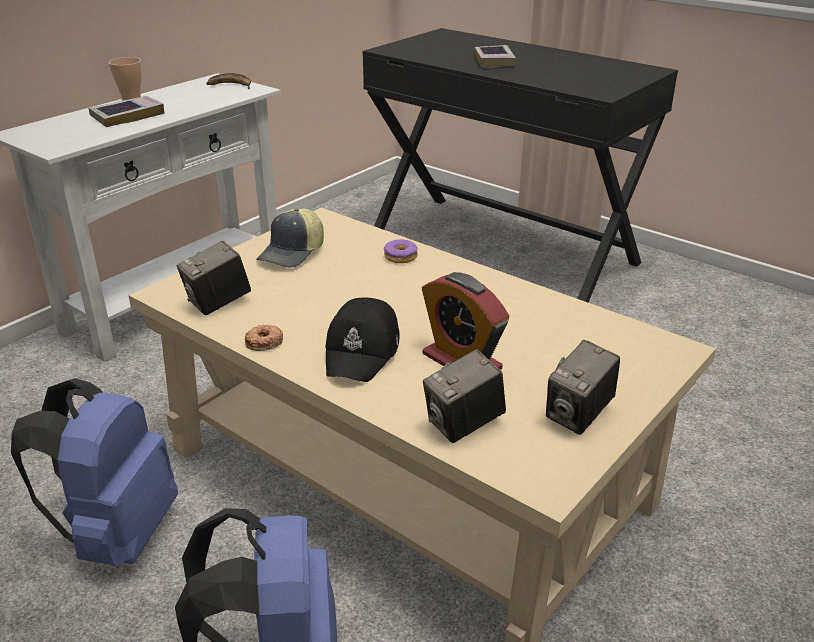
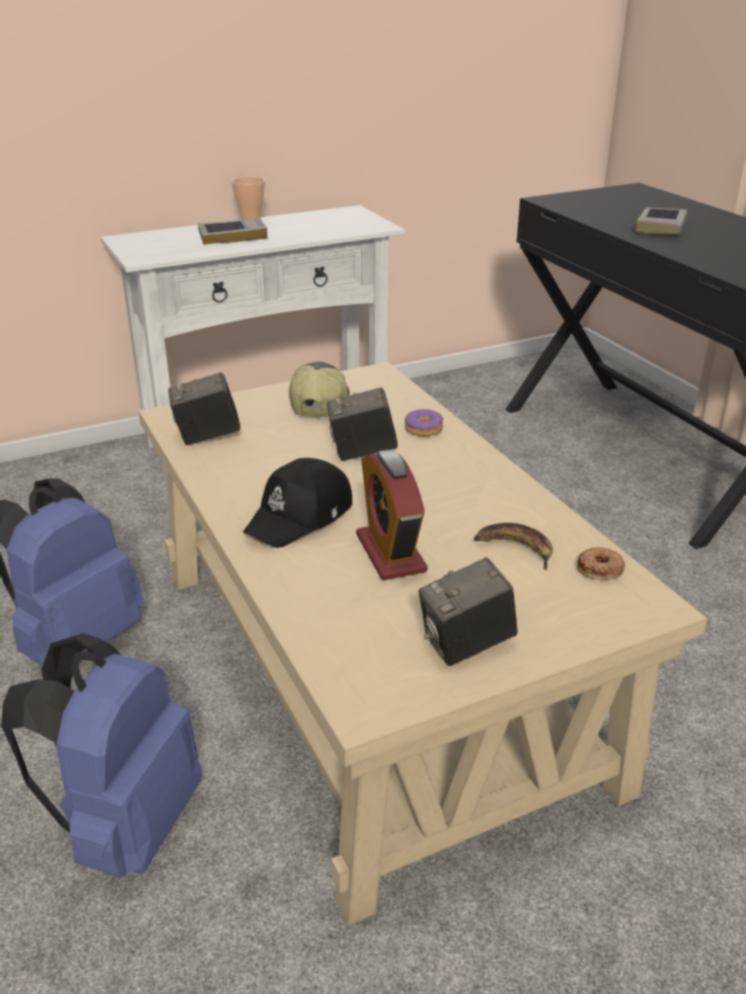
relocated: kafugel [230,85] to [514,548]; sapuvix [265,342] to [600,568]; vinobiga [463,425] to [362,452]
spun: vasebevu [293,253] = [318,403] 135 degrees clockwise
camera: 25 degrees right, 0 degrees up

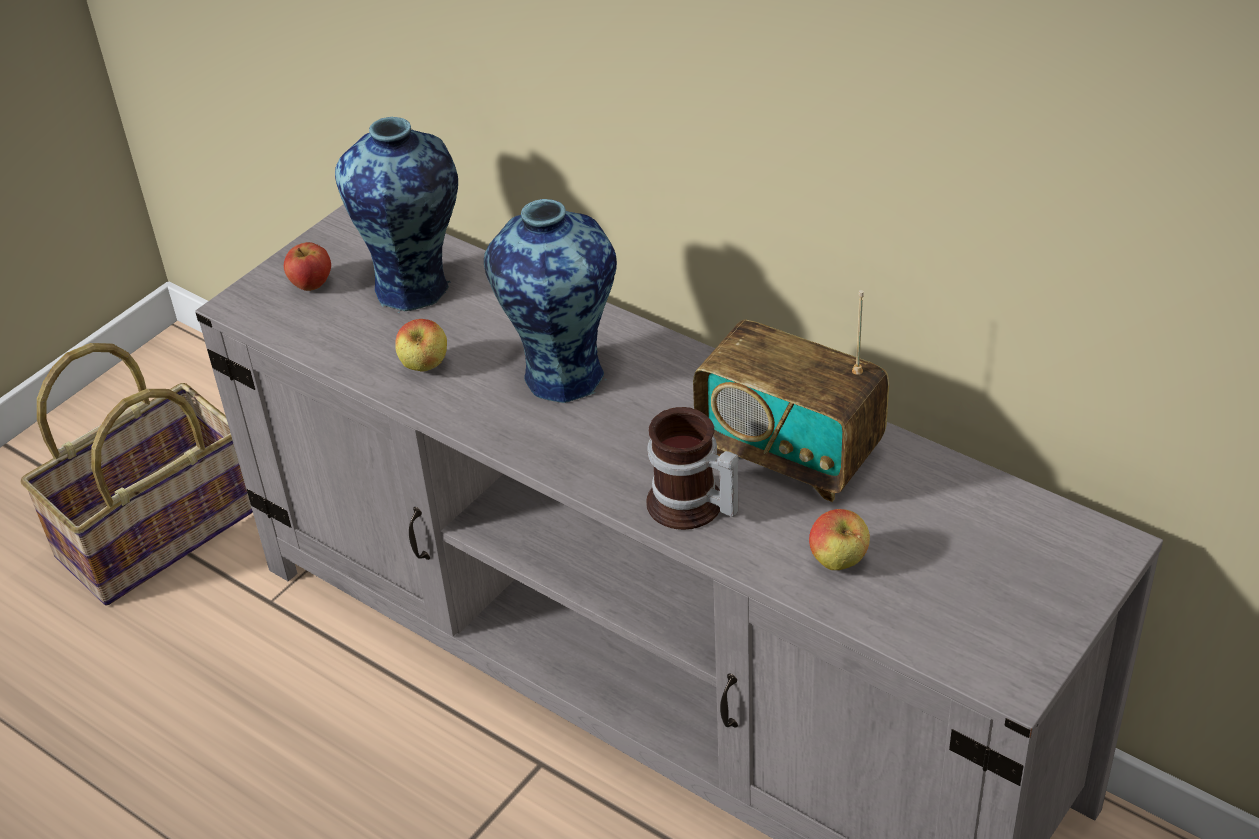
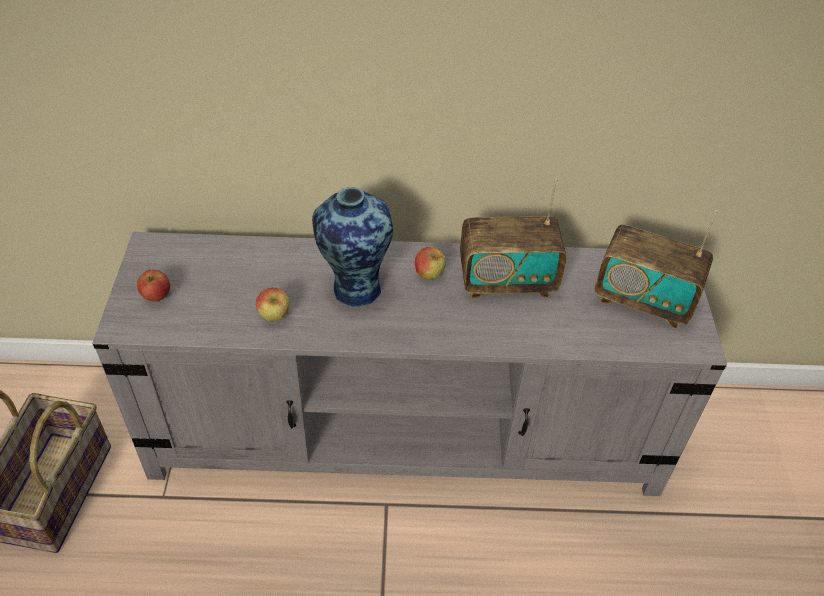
missing: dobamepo [416,287]; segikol [690,508]
appeared: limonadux [643,300]
relocated: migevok [838,562] to [429,275]
camera: 40 degrees left, 5 degrees up

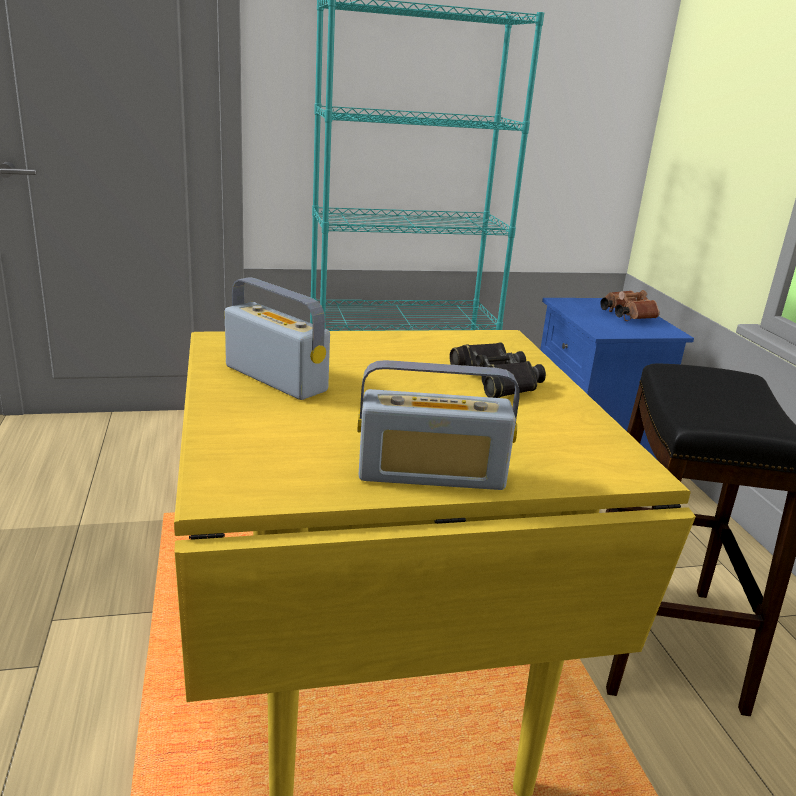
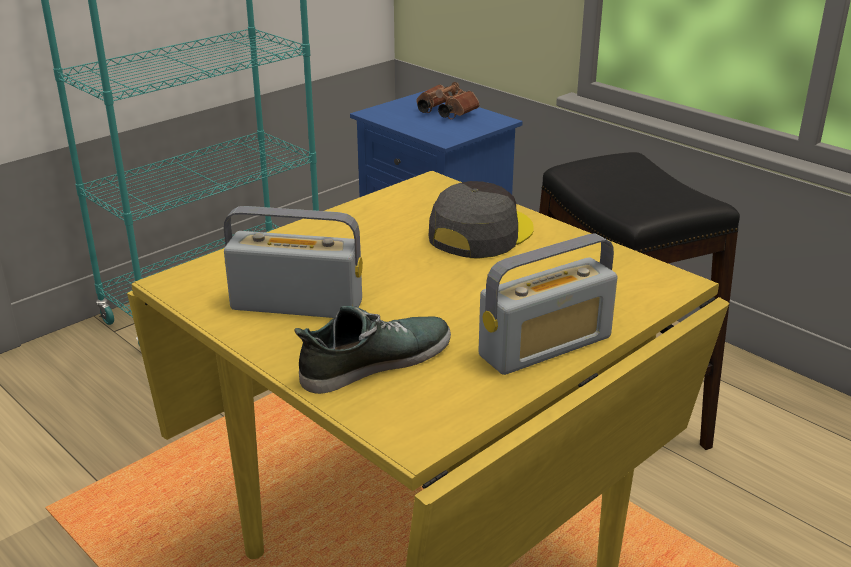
appeared: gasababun [374,361]
exchanged: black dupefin [496,380] to grey vasebevu [480,233]
camera: 30 degrees left, 5 degrees up

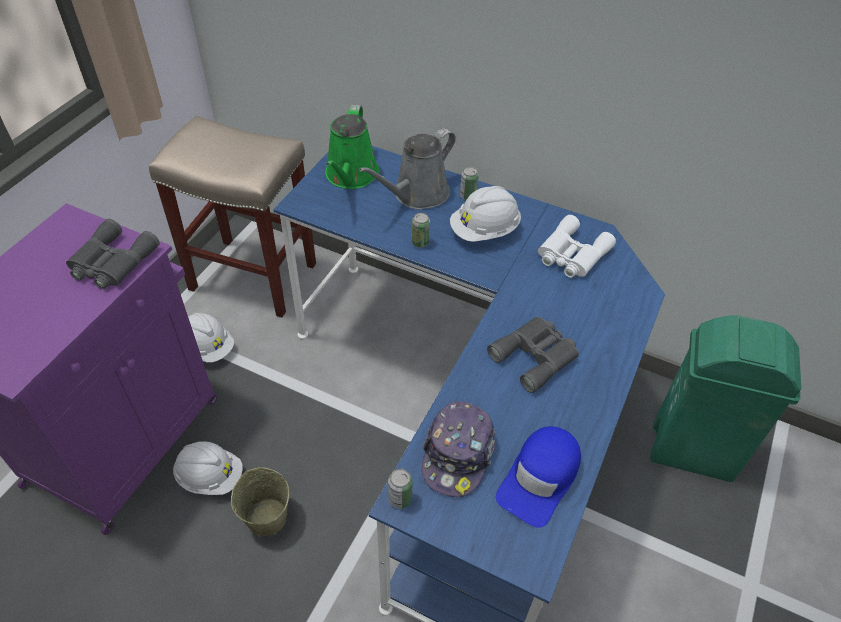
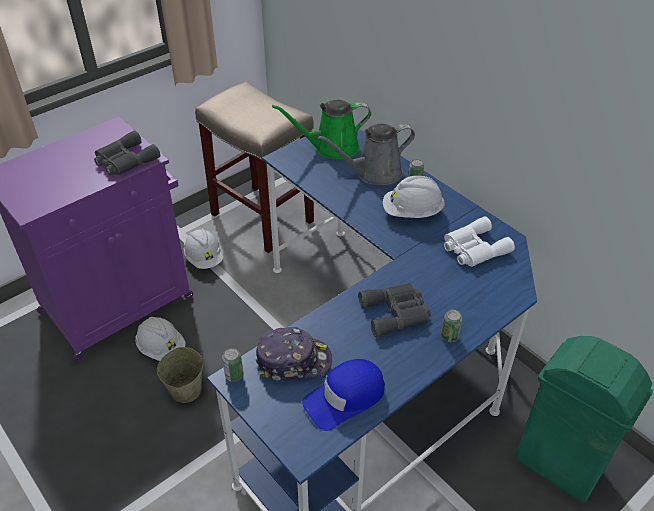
relocated: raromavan [420,242] to [449,336]
spun: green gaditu [351,176] = [331,148] 45 degrees clockwise; vasebevu [457,454] = [293,361] 135 degrees counterclockwise
camera: 25 degrees right, 5 degrees down

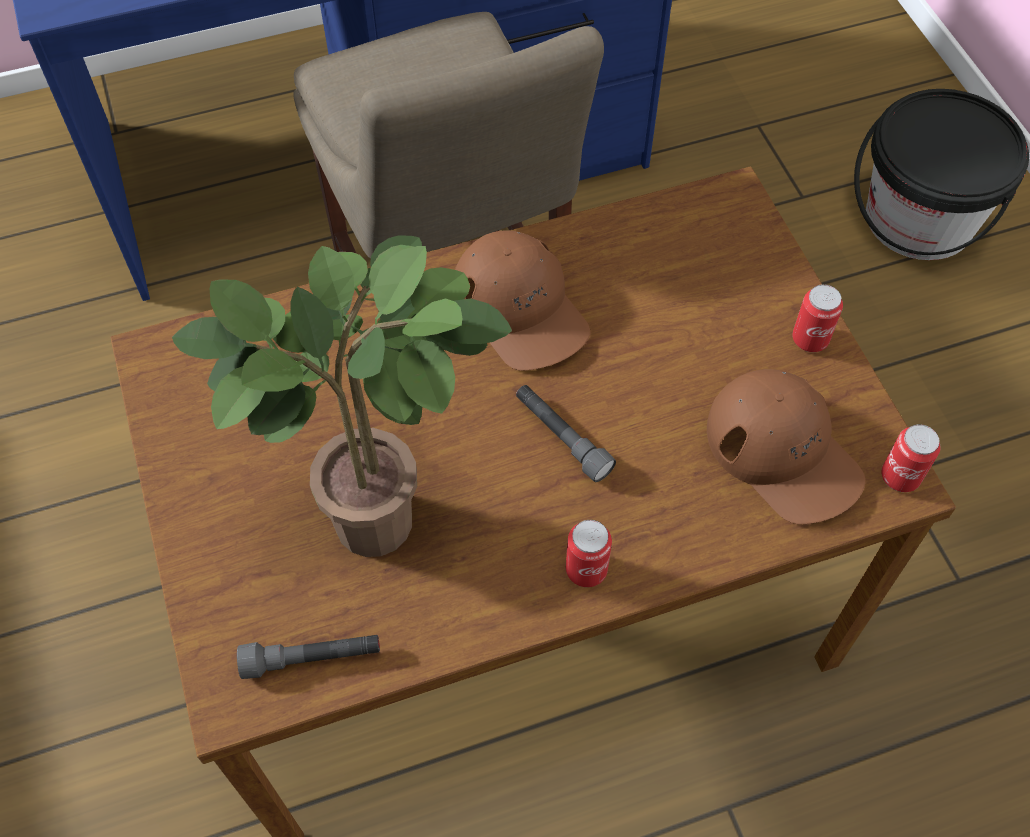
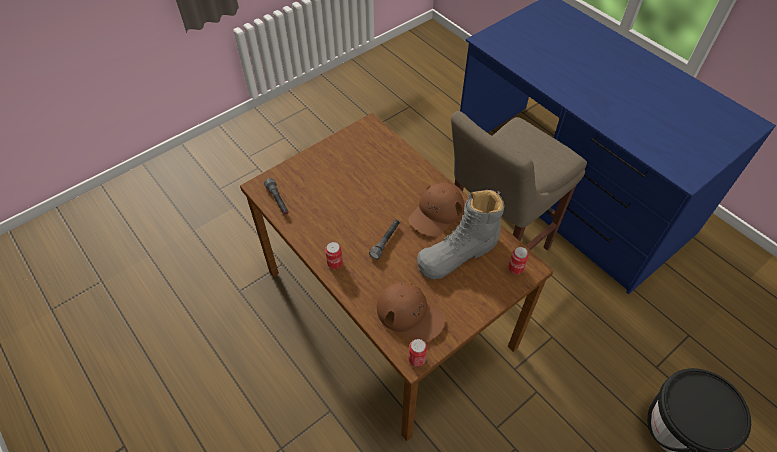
missing: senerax [386,513]
appeared: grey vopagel [458,253]
relocated: raromavan [810,339] to [515,268]
spun: brown vasebevu [783,452] = [410,314] 90 degrees counterclockwise
camera: 70 degrees right, 5 degrees down

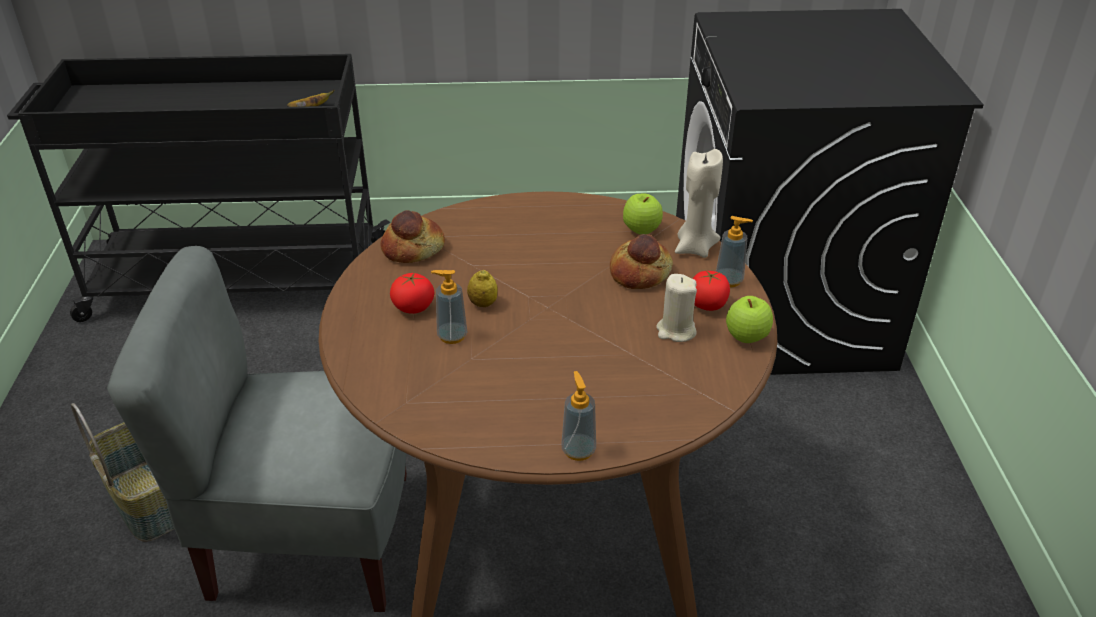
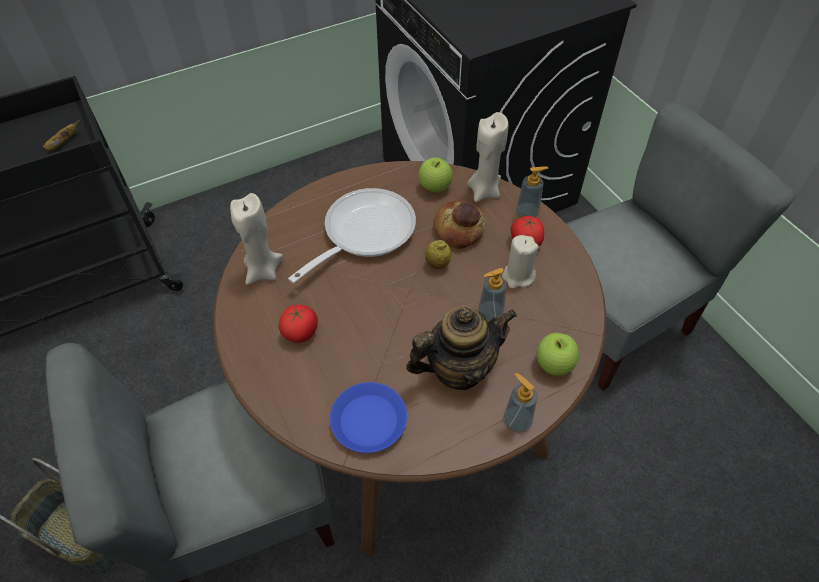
appeared: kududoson [363,233]; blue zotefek [369,420]; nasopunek [458,368]; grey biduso [610,319]
relocated: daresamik [452,336] to [490,314]; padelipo [483,304] to [437,264]; migevok [746,337] to [554,365]
exchanged: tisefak [413,249] to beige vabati [263,271]
camera: 25 degrees left, 15 degrees up

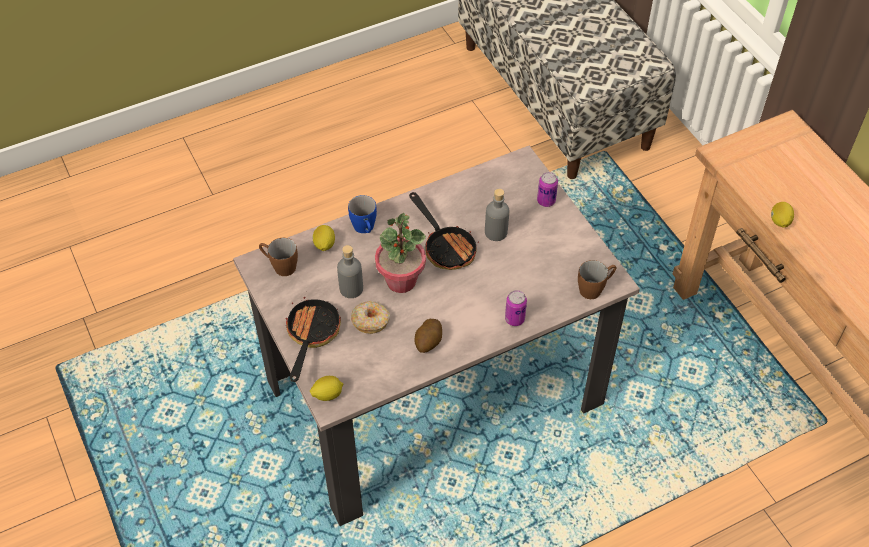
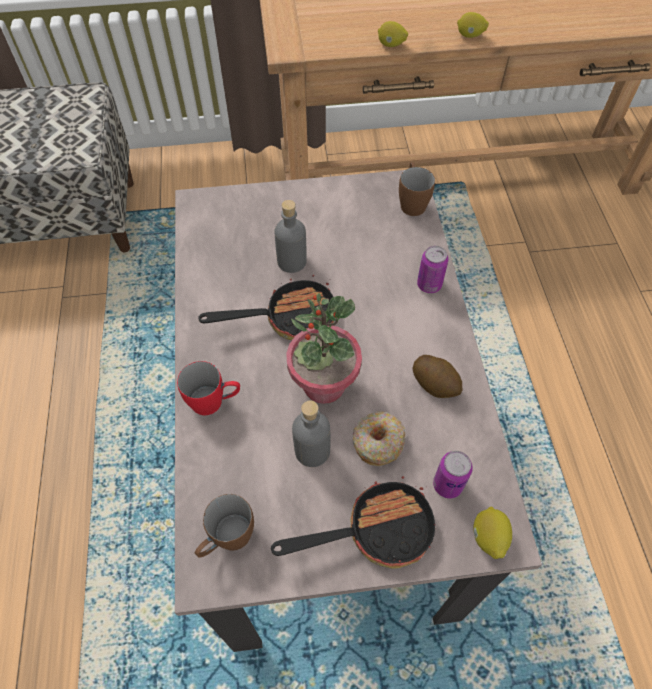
relocated: padelipo [324,245] to [470,36]; raromavan [546,201] to [447,485]
colour: blue segikol [365,229] to red segikol [214,401]
spun: kududoson [311,335] = [376,530] 135 degrees clockwise
camera: 70 degrees left, 5 degrees up

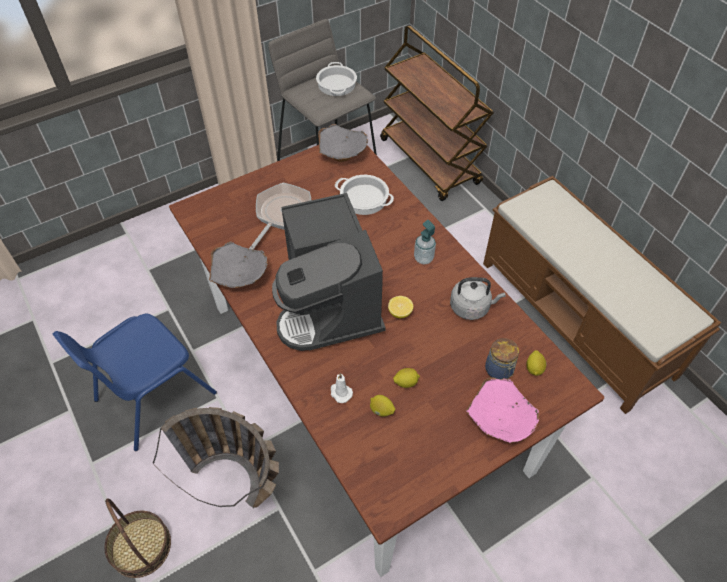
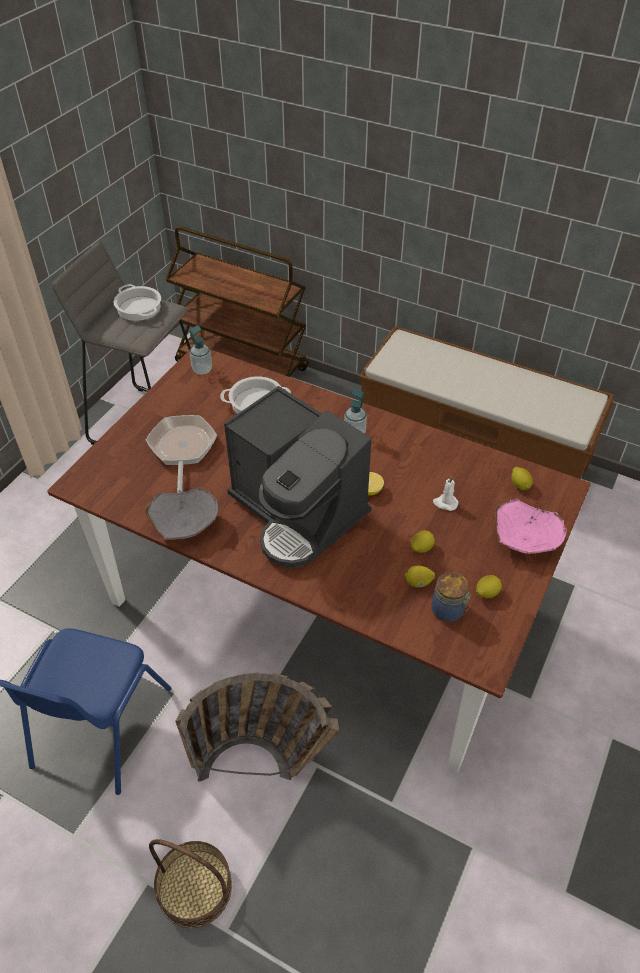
missing: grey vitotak [471,307]
appeared: padelipo [486,593]
relocated: white vabati [340,393] to [445,503]; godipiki [499,371] to [448,610]
exchanged: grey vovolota [342,154] to daresamik [202,370]
camera: 30 degrees left, 5 degrees down

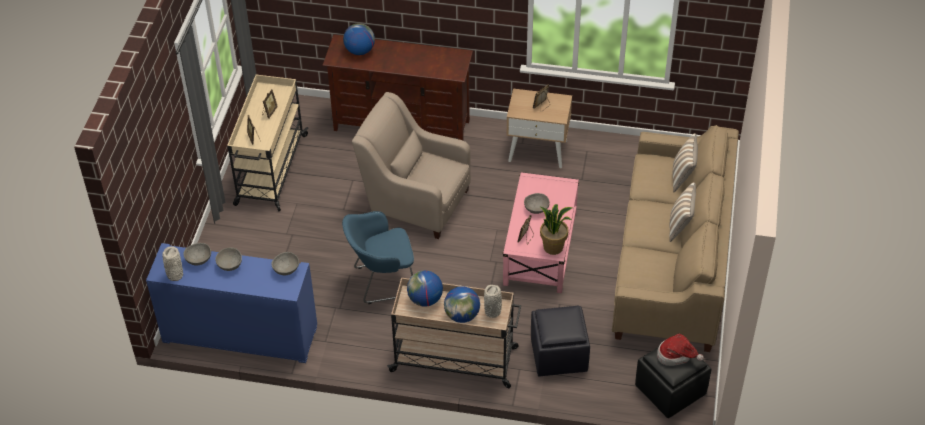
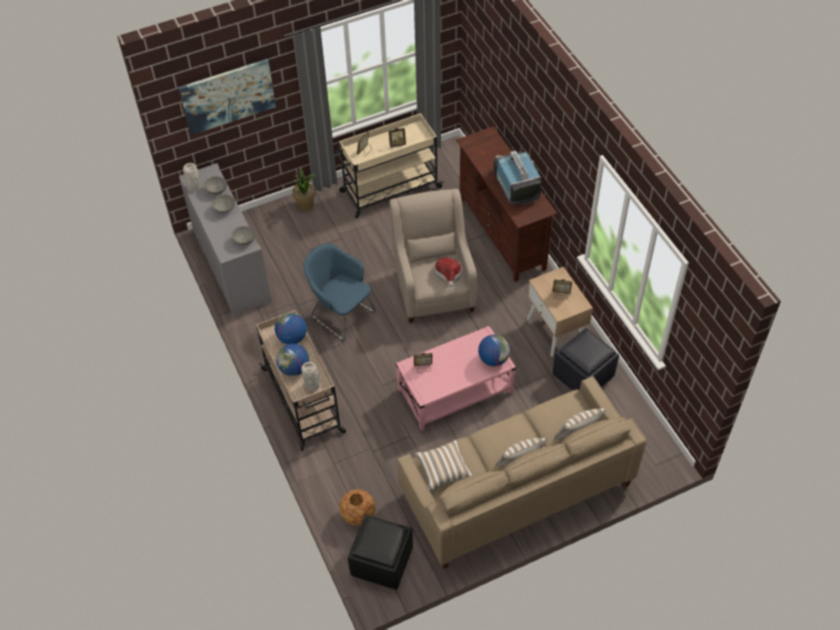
missing: grey vovolota [536,209]
appeared: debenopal [228,96]; dobamepo [358,514]; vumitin [443,470]; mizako [516,186]
relocated: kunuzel [359,51] to [493,359]; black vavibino [558,355] to [582,375]; senerax [553,247] to [306,205]; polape [676,355] to [448,275]
colour: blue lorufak [240,334] to grey lorufak [231,266]
camera: 55 degrees right, 5 degrees up

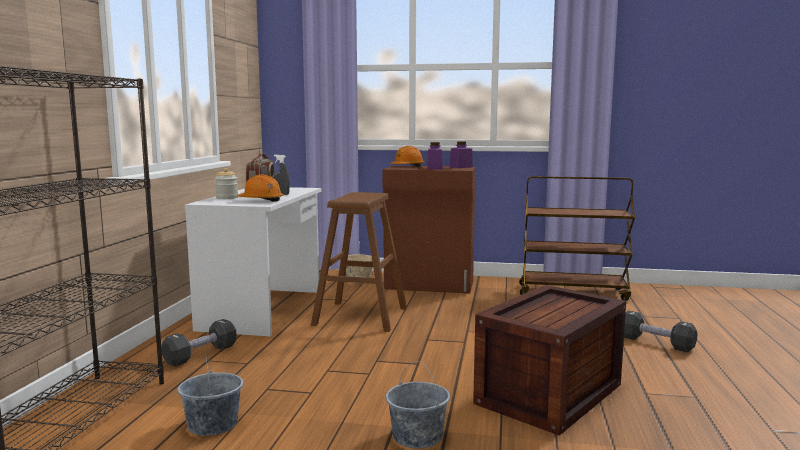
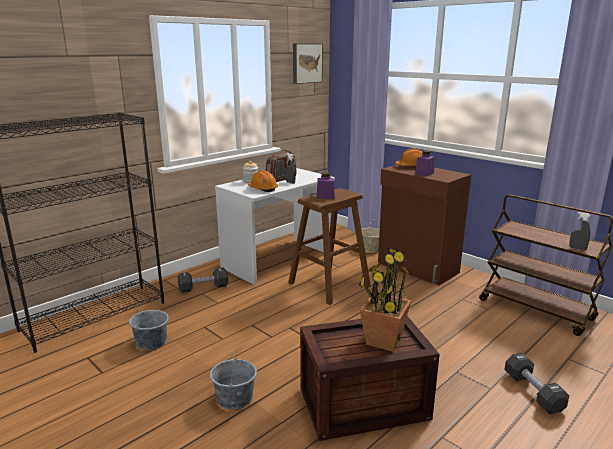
appeared: debenopal [306,63]; senerax [383,341]; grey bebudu [577,248]
relocated: purple godipiki [461,167] to [325,196]
camera: 35 degrees right, 10 degrees up

